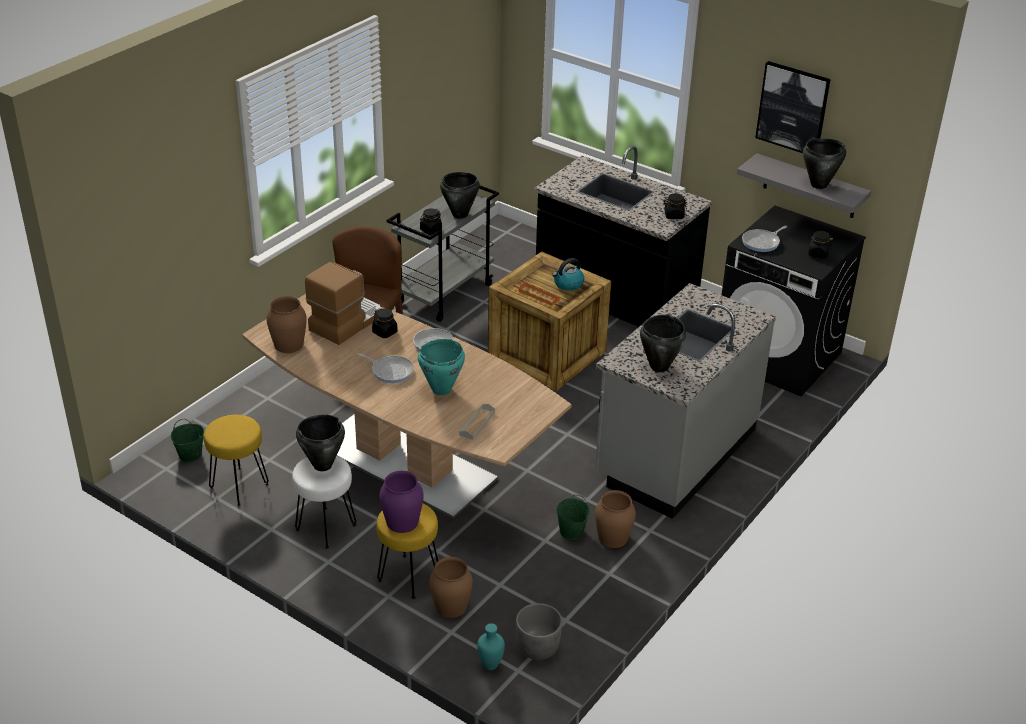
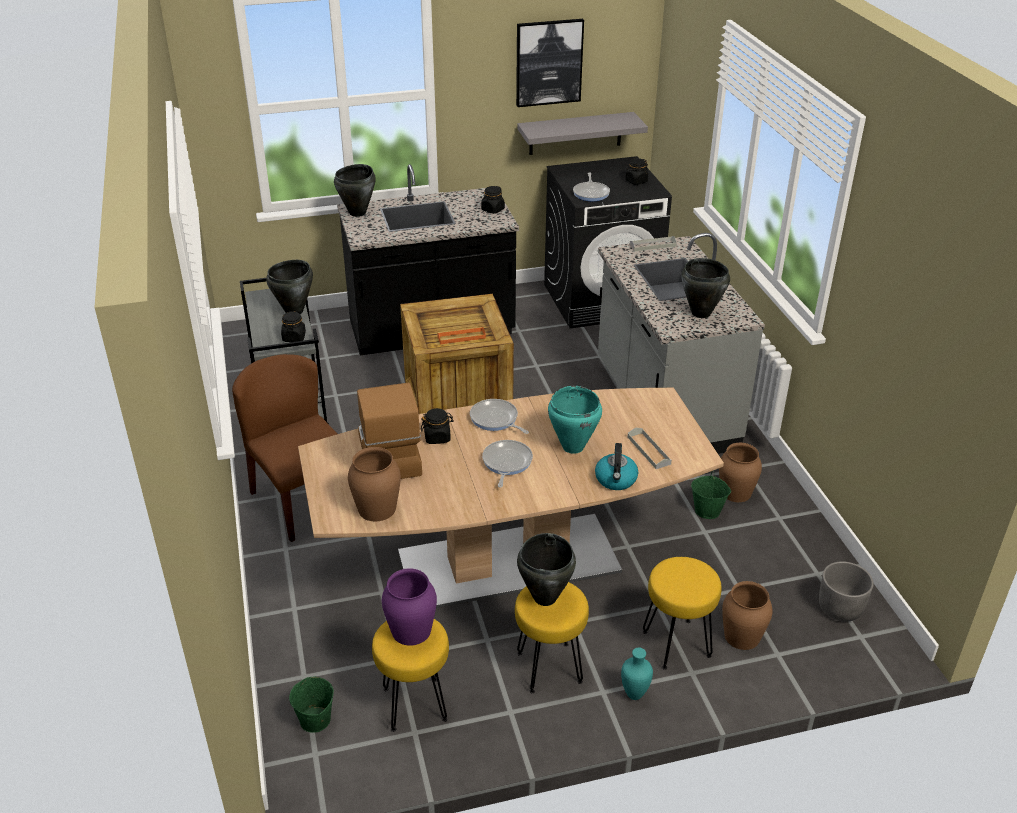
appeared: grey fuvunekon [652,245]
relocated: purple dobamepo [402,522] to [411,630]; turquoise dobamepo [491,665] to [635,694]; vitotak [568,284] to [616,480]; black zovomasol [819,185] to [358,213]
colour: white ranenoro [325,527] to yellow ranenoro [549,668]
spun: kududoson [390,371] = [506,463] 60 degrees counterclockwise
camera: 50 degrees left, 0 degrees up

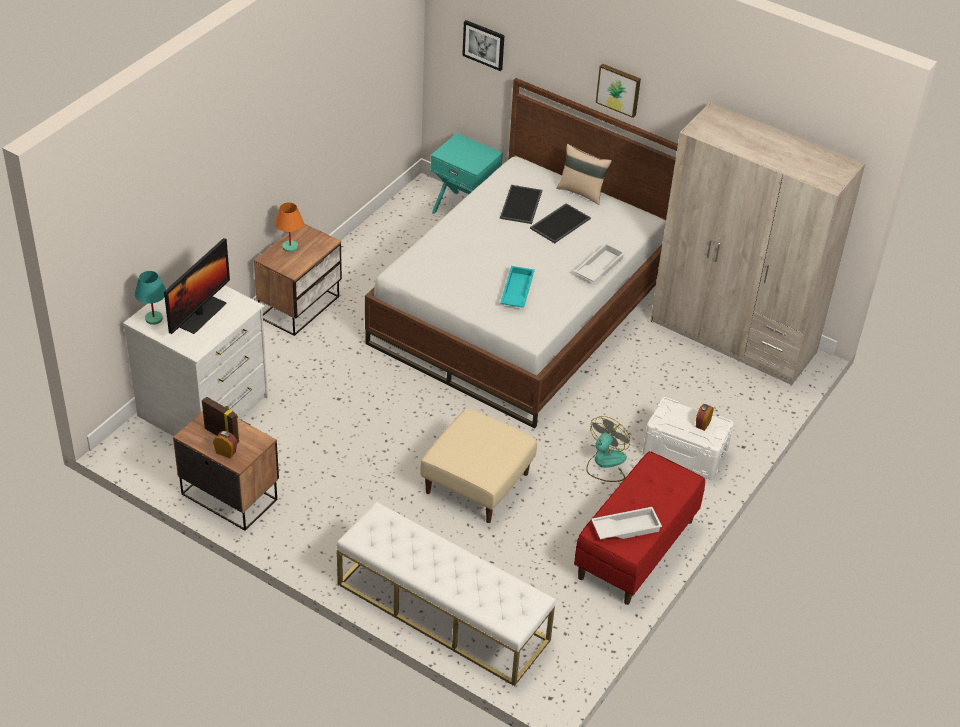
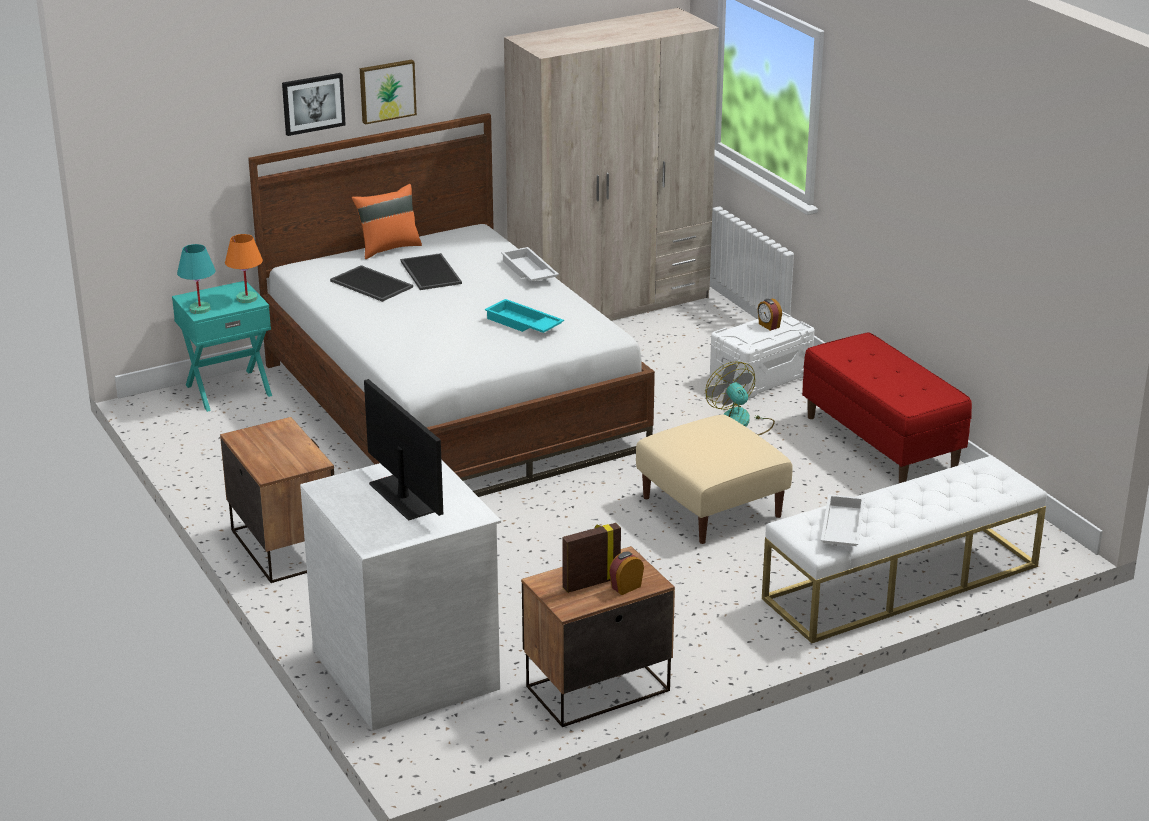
relocated: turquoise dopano [154,318] to [200,309]; orange dopano [290,247] to [247,298]; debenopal [484,44] to [313,103]; white fuvunekon [625,527] to [841,528]
colour: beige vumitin [581,192] to orange vumitin [388,248]
camera: 60 degrees left, 15 degrees down

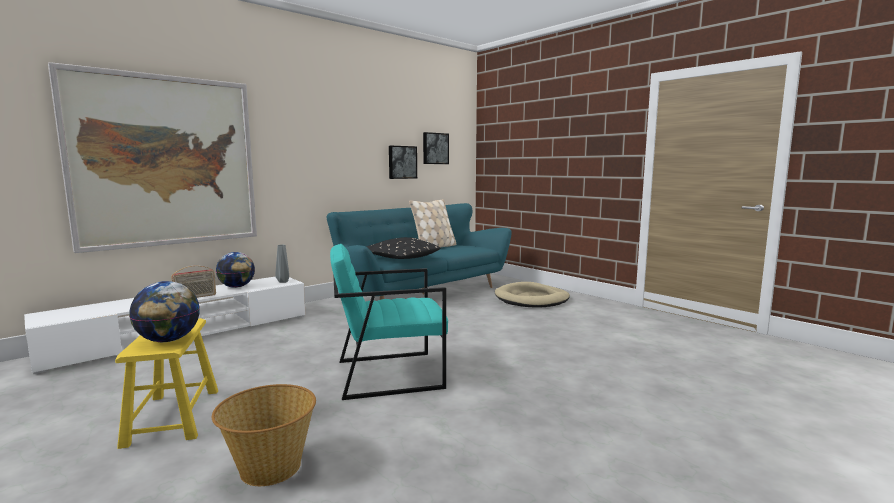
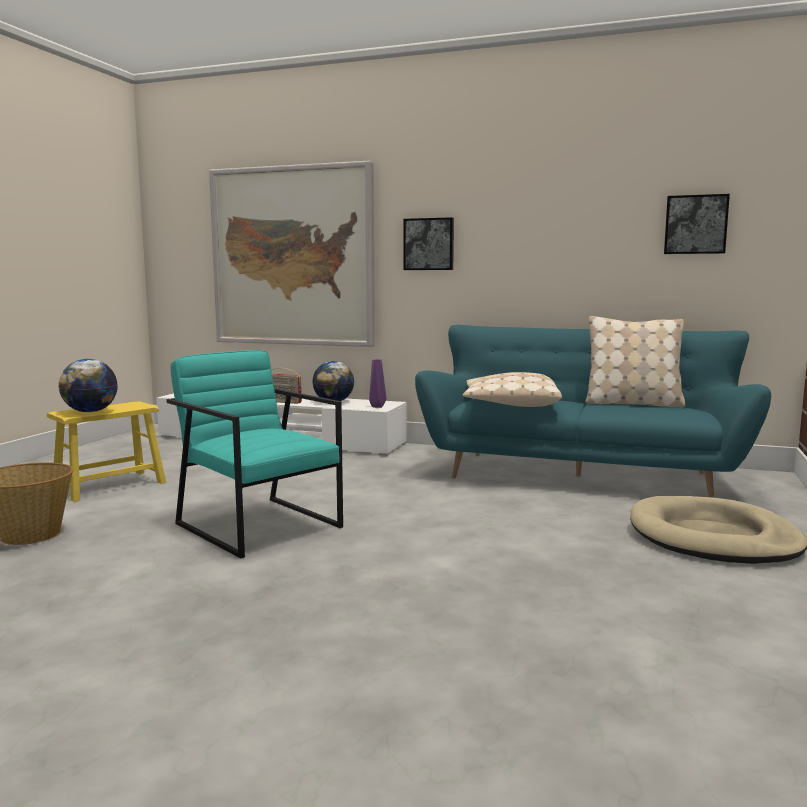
relocated: debenopal [402,162] to [429,244]
colour: grey dobamepo [283,282] to purple dobamepo [376,407]; black vumitin [399,258] to beige vumitin [509,404]
camera: 60 degrees right, 0 degrees up

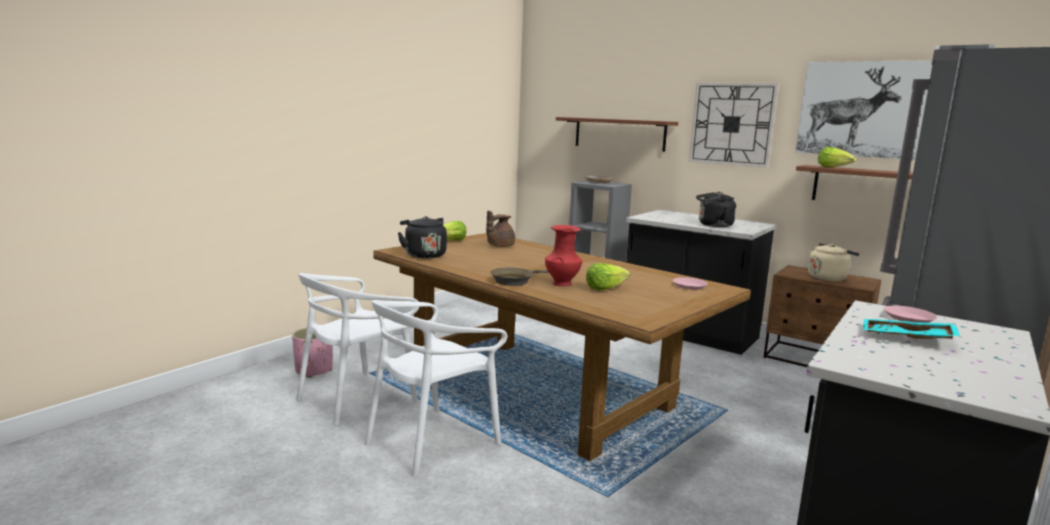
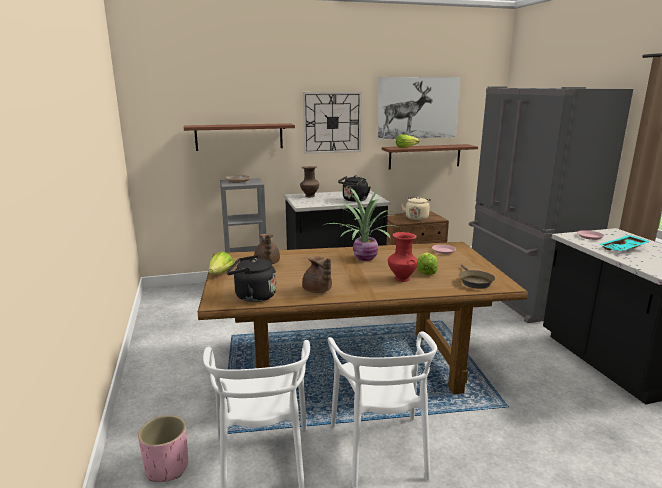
appeared: brown dobamepo [309,196]; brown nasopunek [317,290]; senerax [364,258]
relocated: brown kududoson [514,280] to [474,282]
camera: 50 degrees left, 5 degrees up

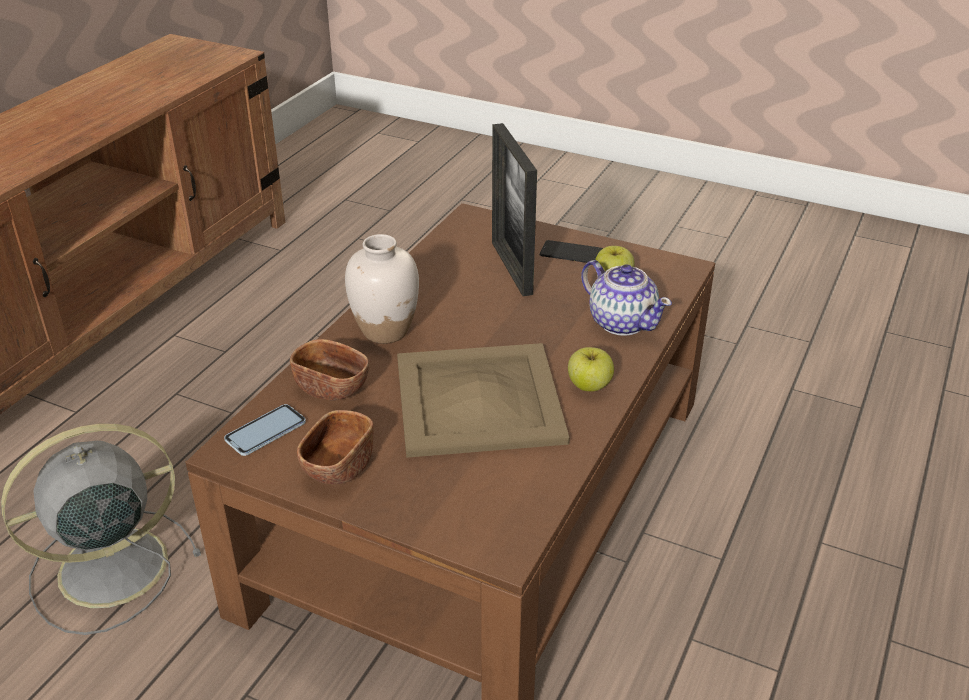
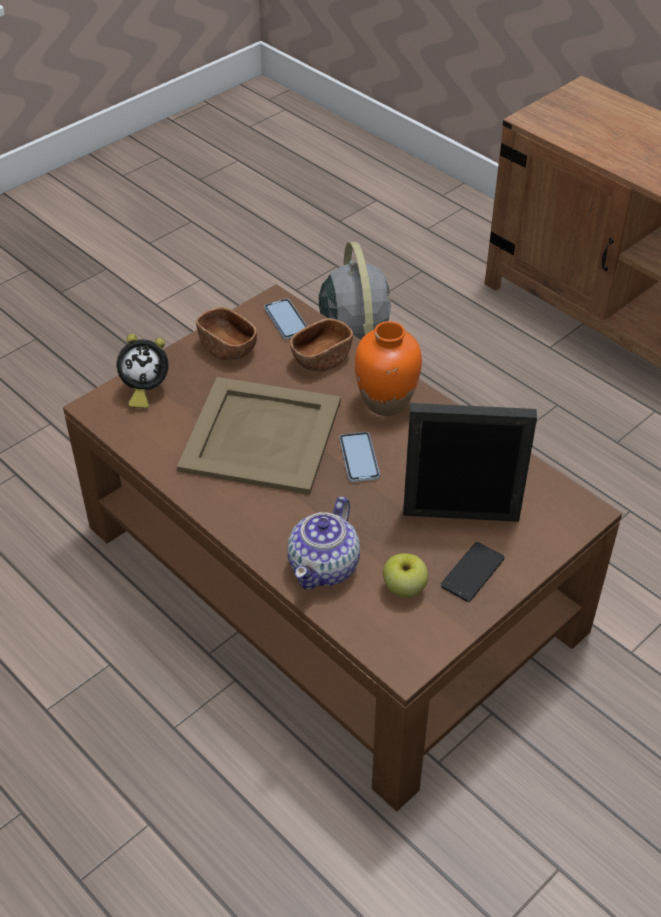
missing: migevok [589,385]
appeared: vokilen [144,390]; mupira [359,458]
colour: white dobamepo [385,331] to orange dobamepo [386,402]
spun: nasopunek [622,322] = [325,566] 45 degrees counterclockwise
camera: 110 degrees right, 10 degrees up

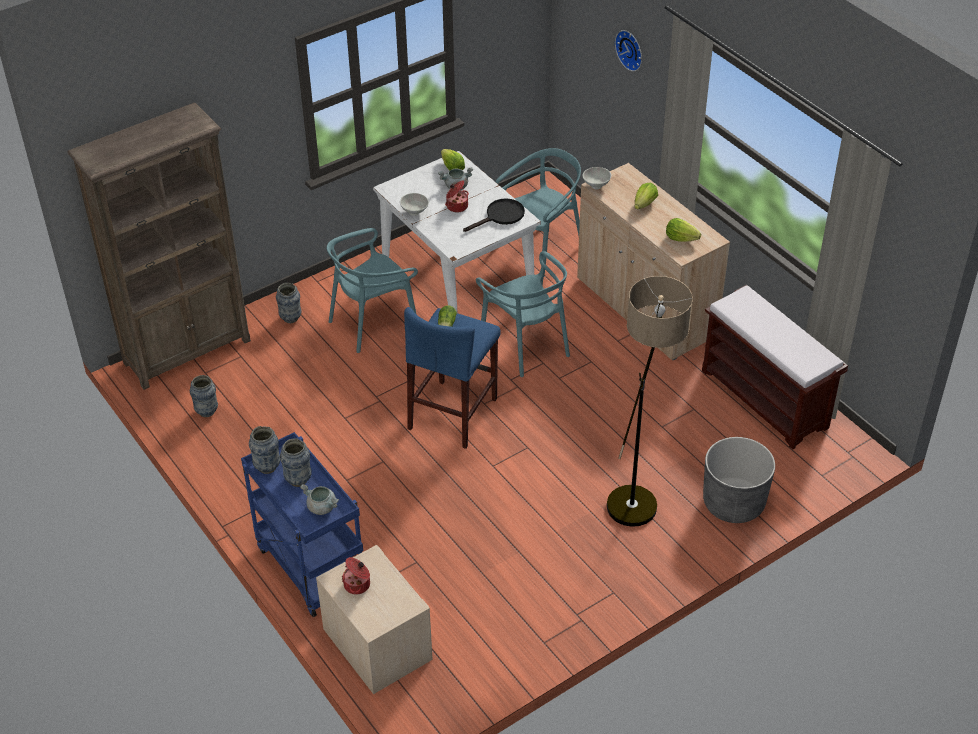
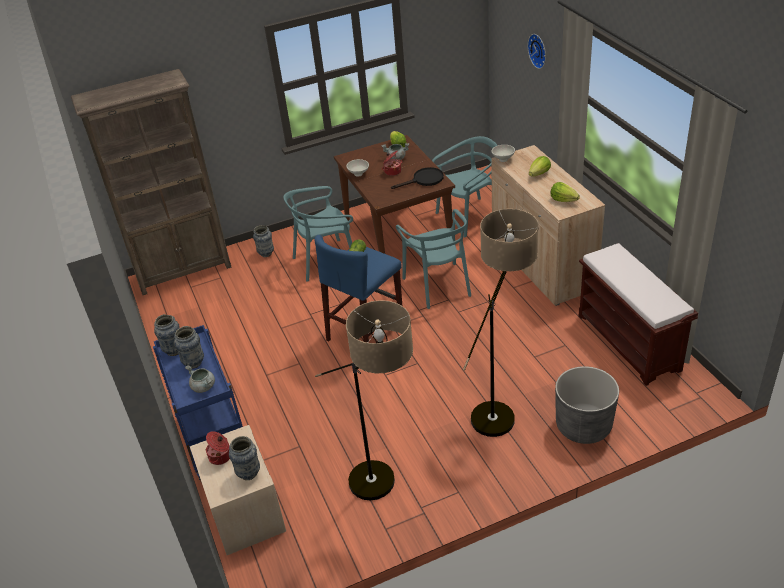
appeared: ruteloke [386,490]
relocated: dobamepo [207,411] to [249,473]
colour: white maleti [458,283] to brown maleti [399,238]
camera: 15 degrees right, 5 degrees down

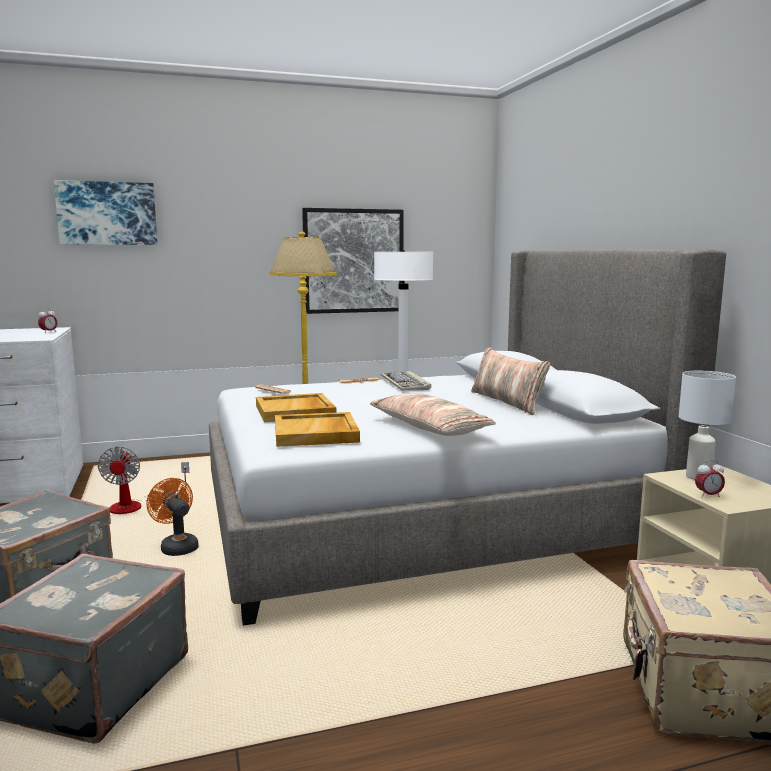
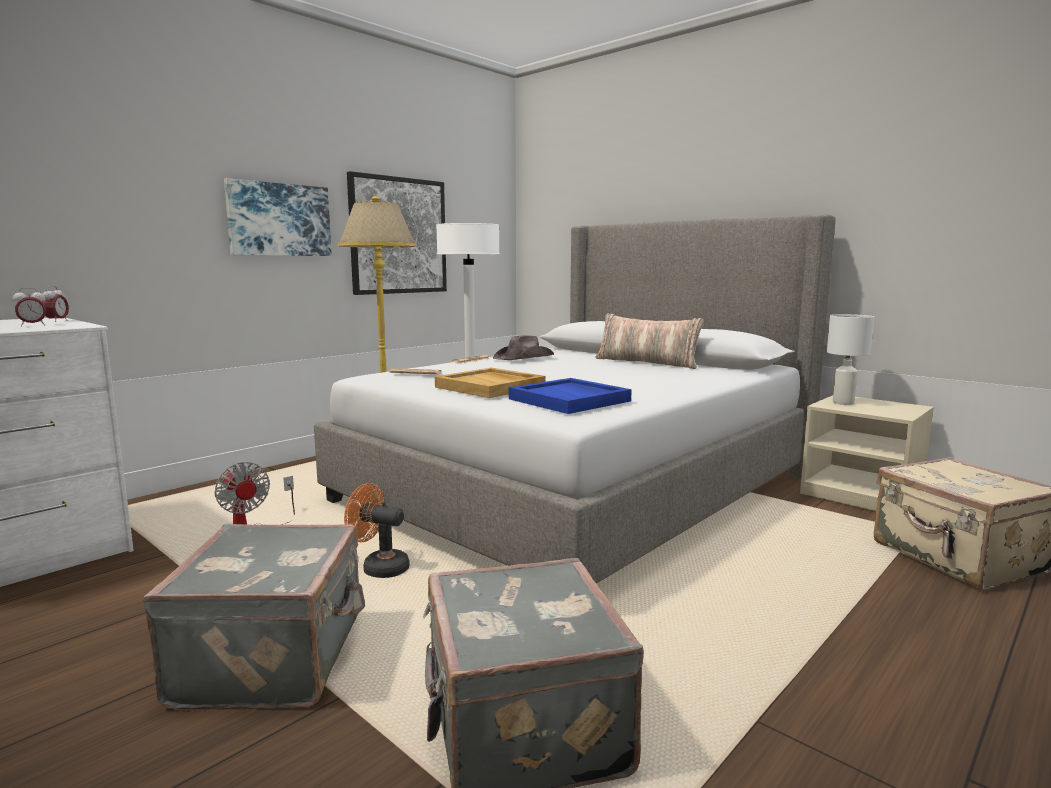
missing: vumitin [428,428]
relocated: debenopal [107,213] to [279,220]; vokilen [708,495] to [33,325]
exchanged: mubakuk [405,384] to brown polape [524,358]
colour: beige fuvunekon [316,433] to blue fuvunekon [570,400]
camera: 30 degrees left, 0 degrees up

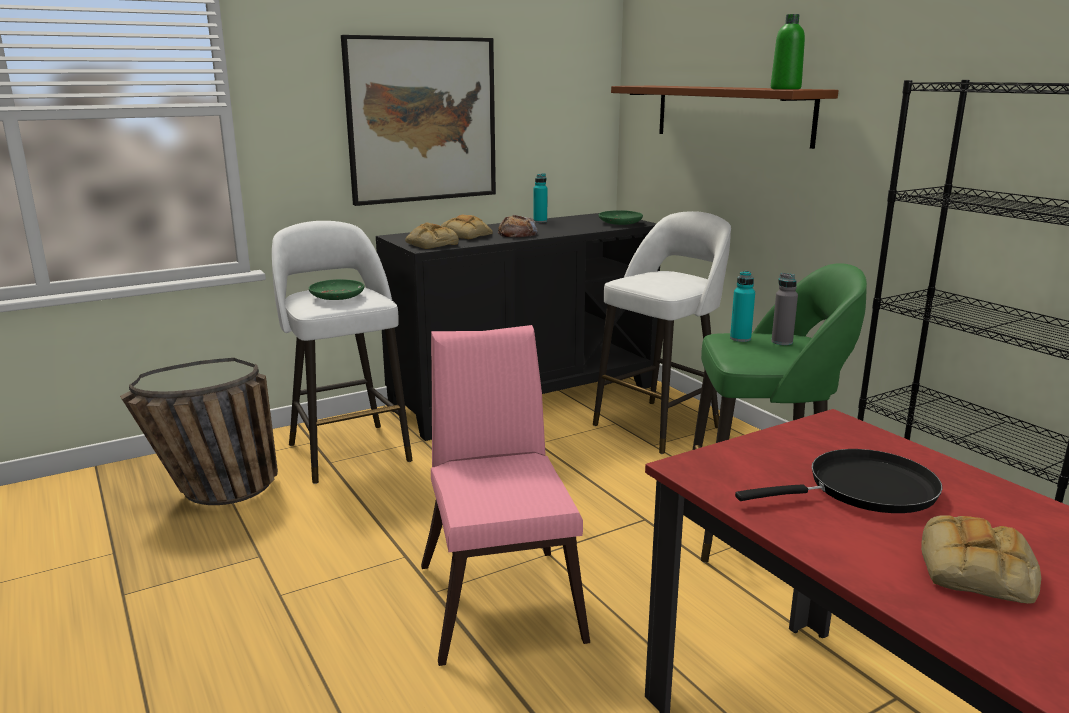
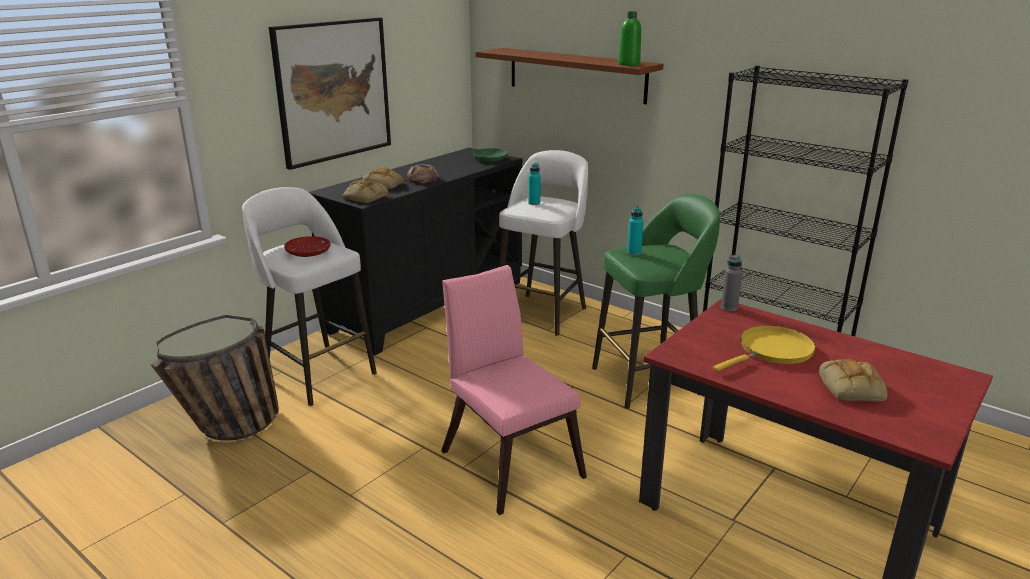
relocated: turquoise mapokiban [540,221] to [534,203]; grey mapokiban [782,342] to [729,307]
colour: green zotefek [337,296] to red zotefek [308,252]; black kududoson [863,490] to yellow kududoson [772,351]
camera: 20 degrees left, 5 degrees up

